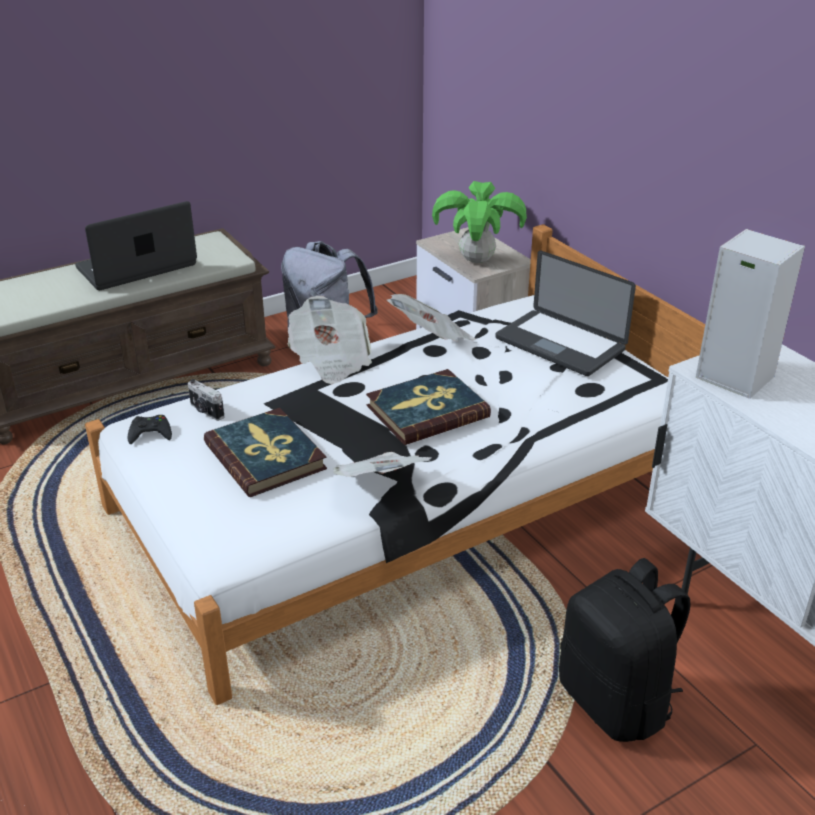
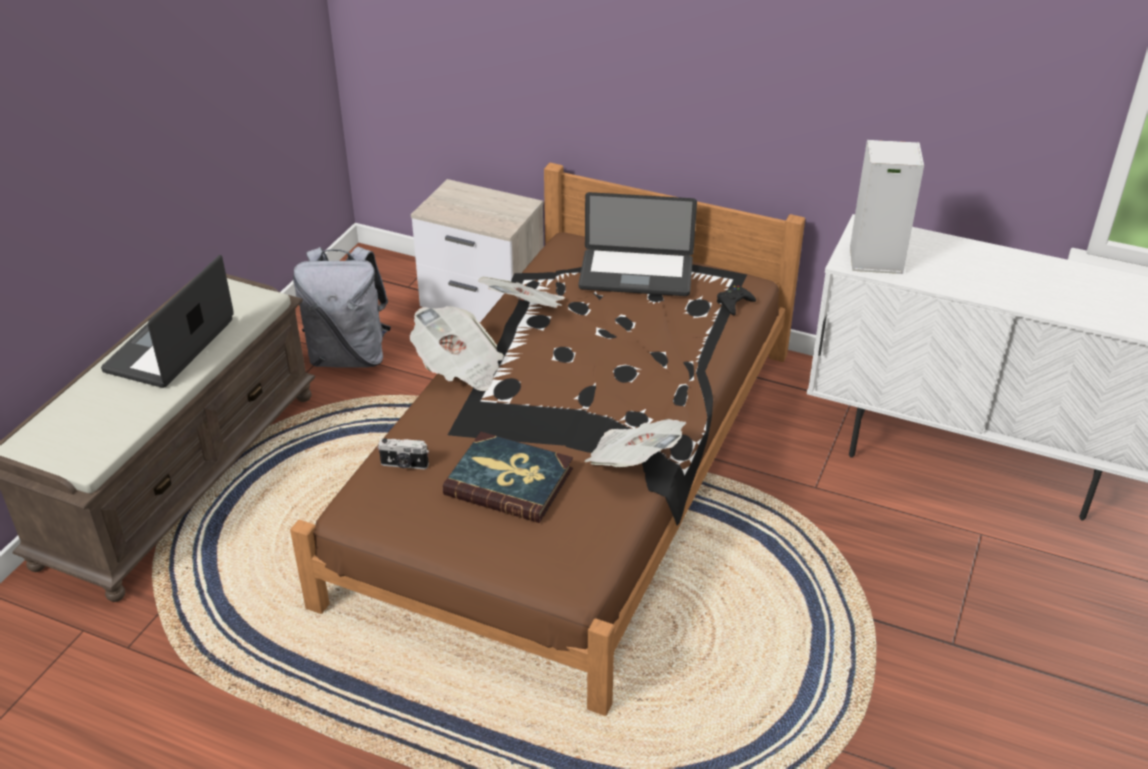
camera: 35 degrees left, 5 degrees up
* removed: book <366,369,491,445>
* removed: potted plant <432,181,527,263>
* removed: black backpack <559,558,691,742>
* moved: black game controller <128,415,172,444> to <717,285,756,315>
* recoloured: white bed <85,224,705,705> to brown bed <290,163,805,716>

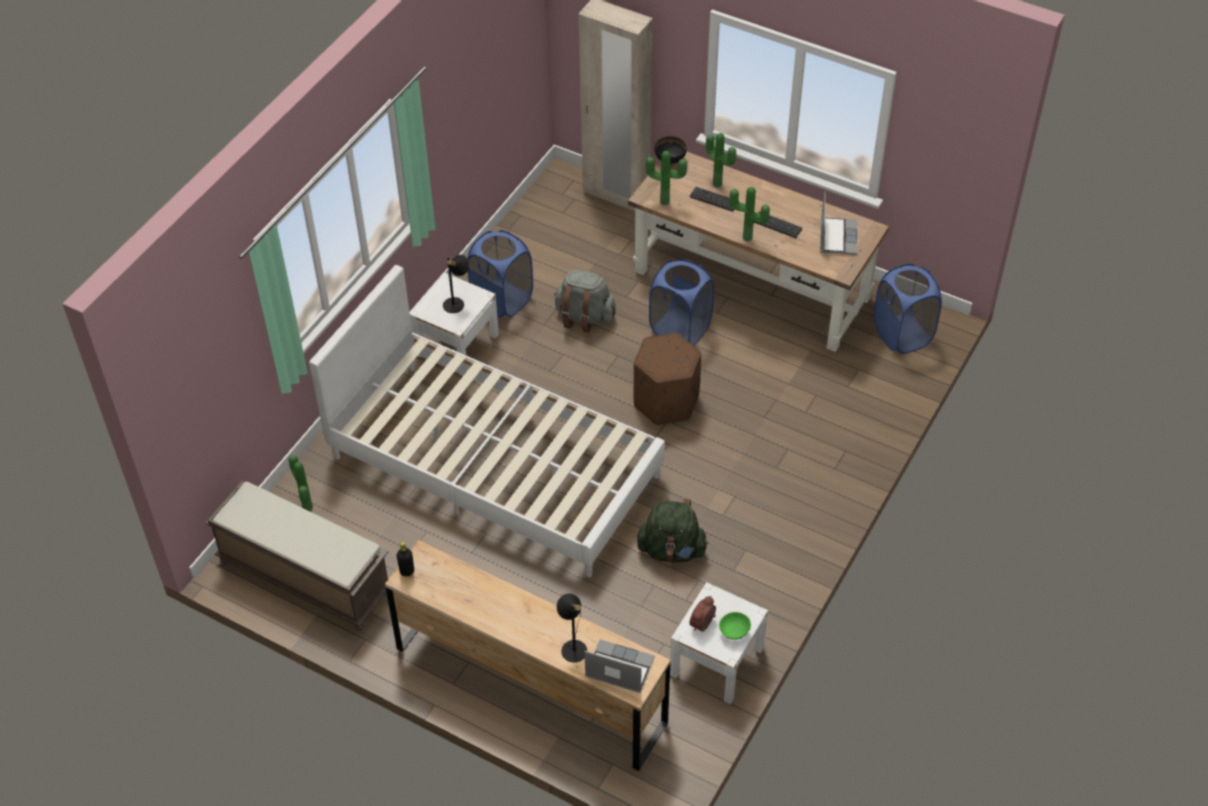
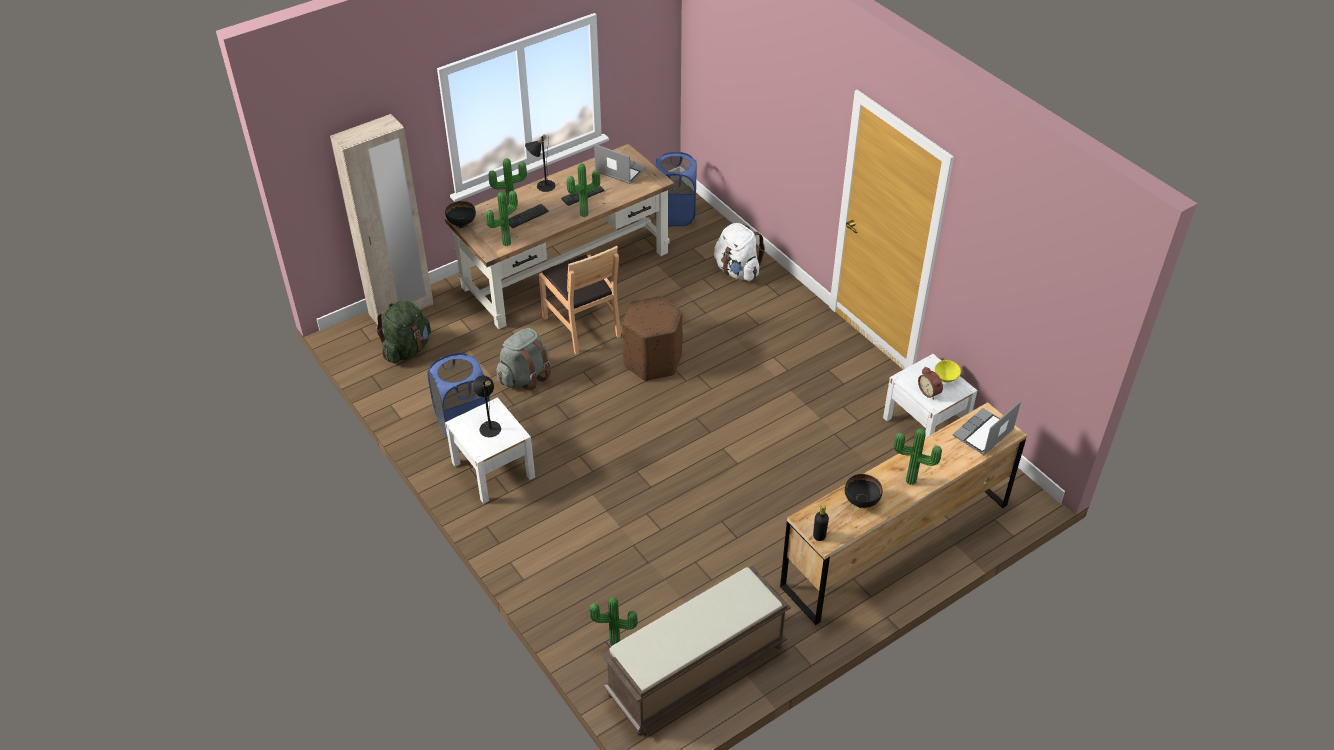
camera: 65 degrees left, 5 degrees down
* removed: white bed <309,265,665,577>
* added: white backpack <714,223,765,281>
* added: black bowl <845,474,882,508>
* added: potted plant <894,428,942,485>
* moved: black table lamp <557,593,587,663> to <525,135,556,192>
* moved: green backpack <637,497,709,563> to <376,300,431,363>
* replaced: blue laundry basket <649,259,714,346> to brown chair <539,246,621,355>
* recoloured: green bowl <719,612,751,640> to yellow bowl <934,360,961,383>

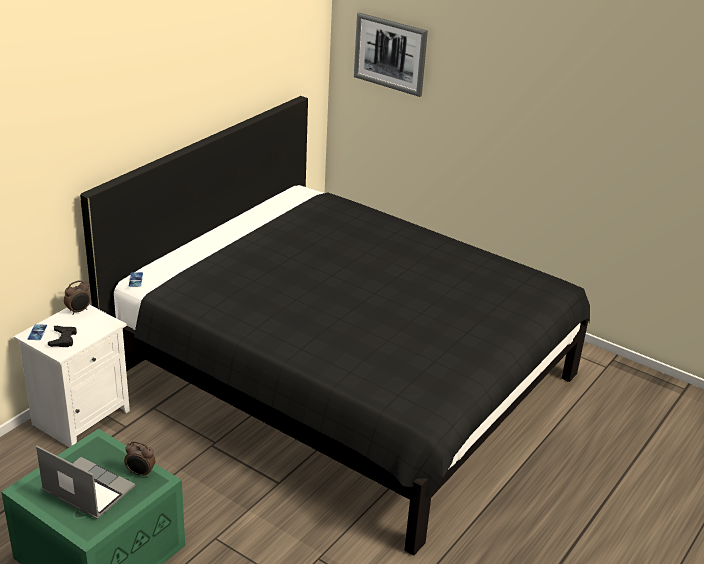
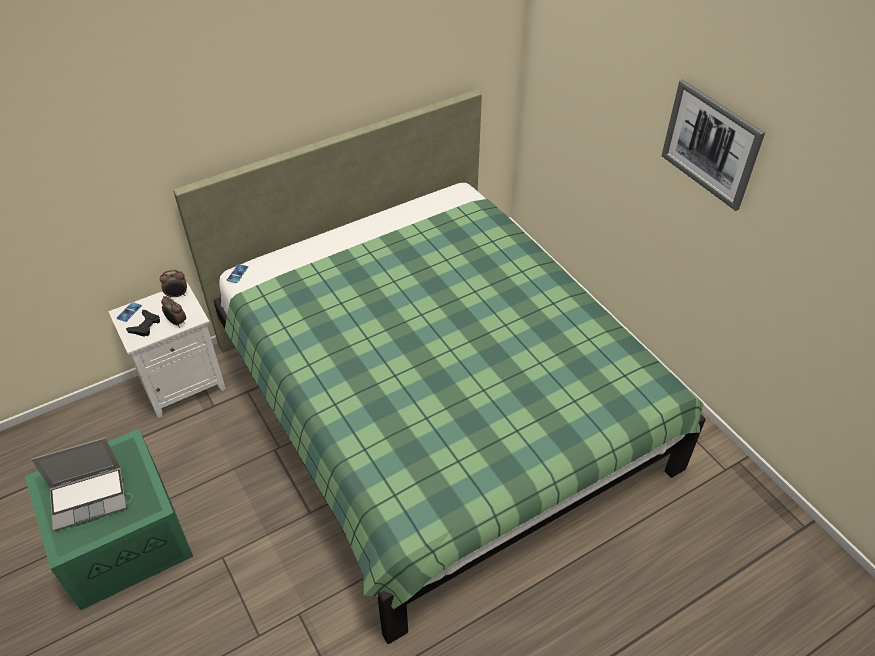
camera: 25 degrees right, 15 degrees up
* moved: alarm clock <124,441,155,478> to <161,296,186,328>
* moved: picture <354,13,428,97> to <662,79,765,211>
* recoloured: black bed <80,96,590,556> to green bed <173,90,706,644>
* turned: laptop <36,446,135,519> = <31,438,127,532> 105 degrees clockwise

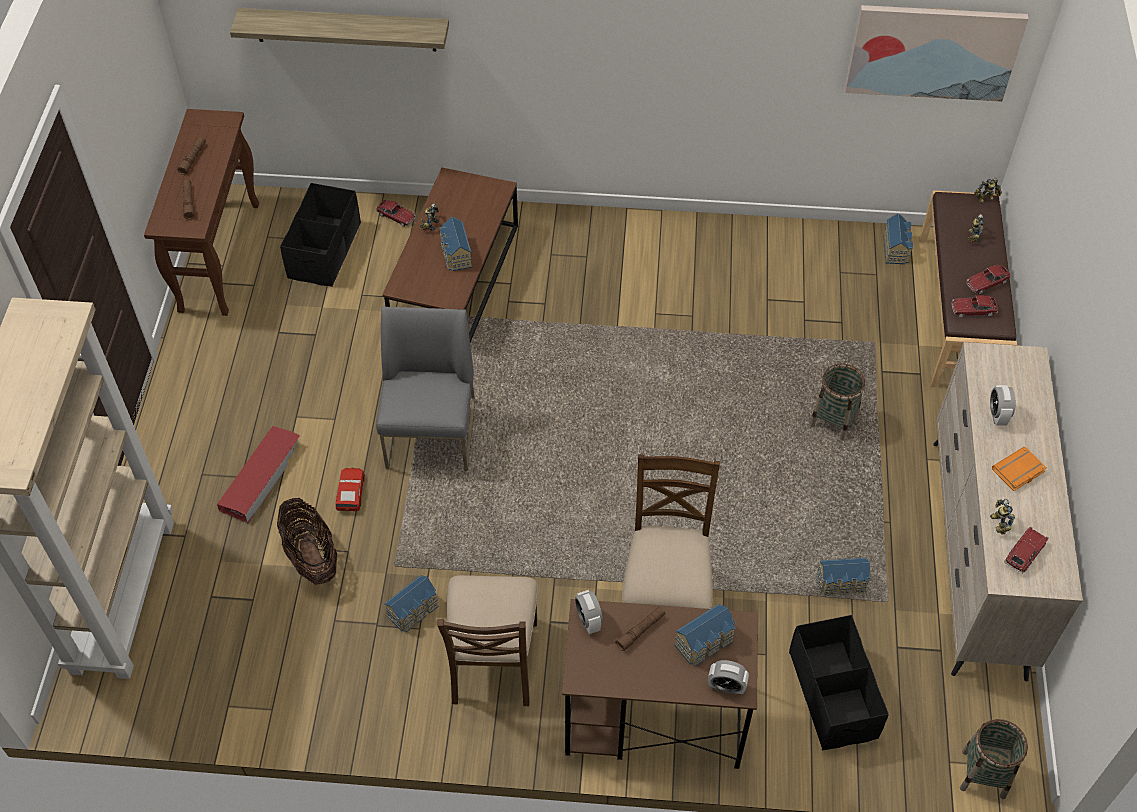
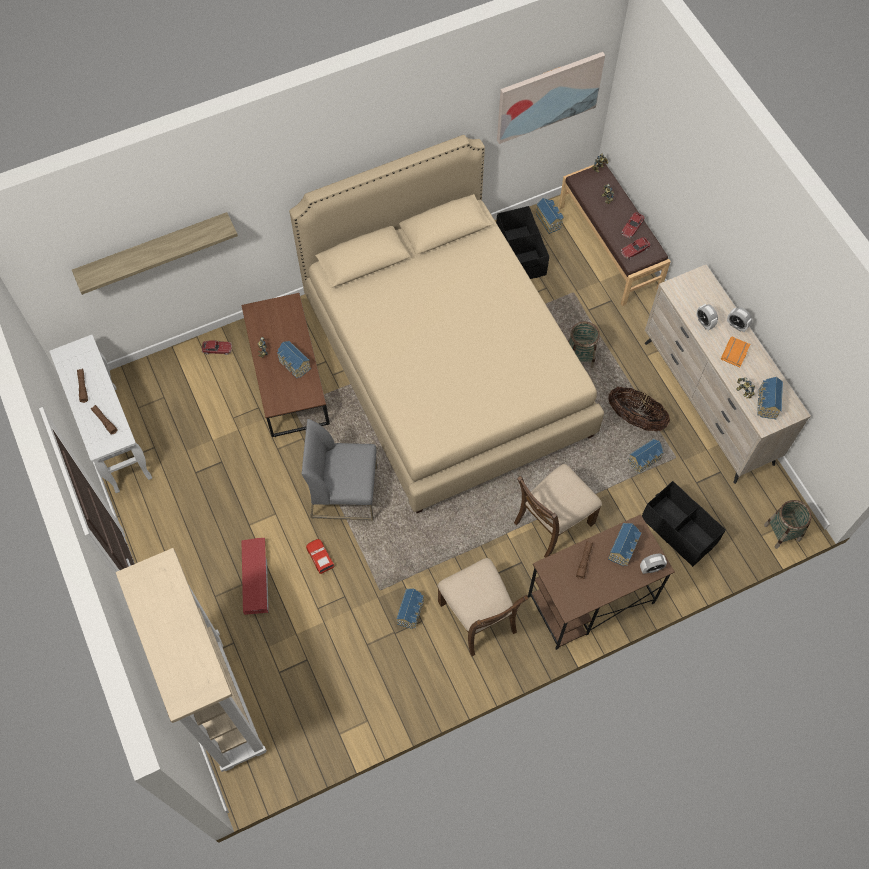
camera: 30 degrees left, 10 degrees up
* added: beige bed <289,135,604,513>
* moved: basket <277,498,337,585> to <608,387,670,431>
* moved: black storage box <280,183,361,287> to <496,206,549,279>
* moved: alarm clock <575,590,603,634> to <727,307,752,332>
* replaced: toy car <1004,527,1049,574> to toy house <757,377,783,419>
* recoloured: brown console table <144,109,259,316> to white console table <49,335,152,493>
* turned: grey chair <376,306,475,471> = <301,419,377,521> 60 degrees counterclockwise
* turned: brown chair <622,455,720,609> = <514,464,602,558> 105 degrees counterclockwise

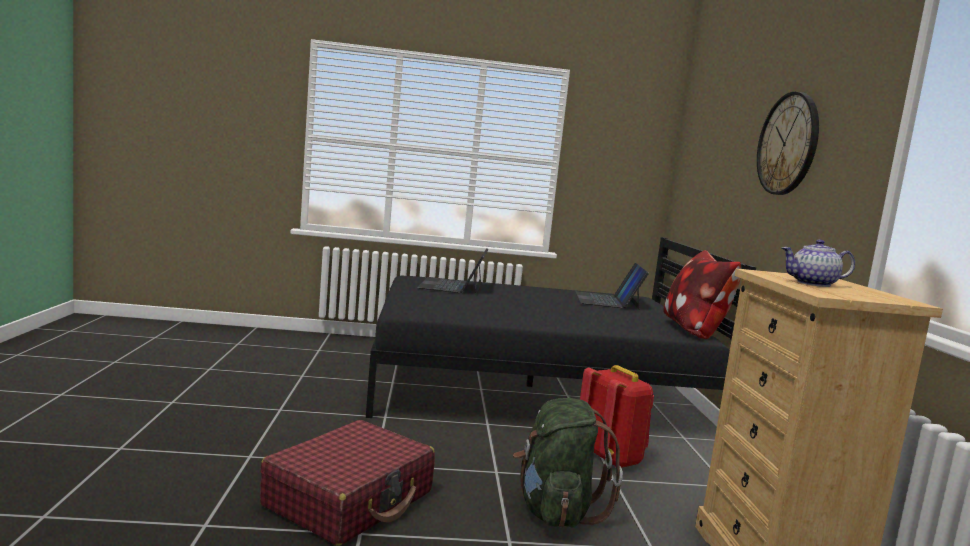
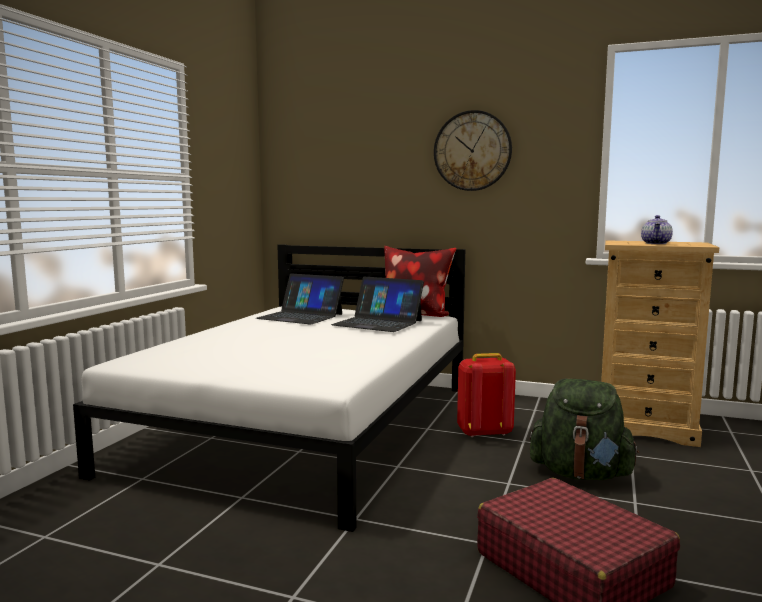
camera: 65 degrees left, 0 degrees up
* moved: laptop <417,248,488,294> to <331,277,424,332>
* recoloured: black bed <366,237,756,418> to white bed <73,244,465,532>

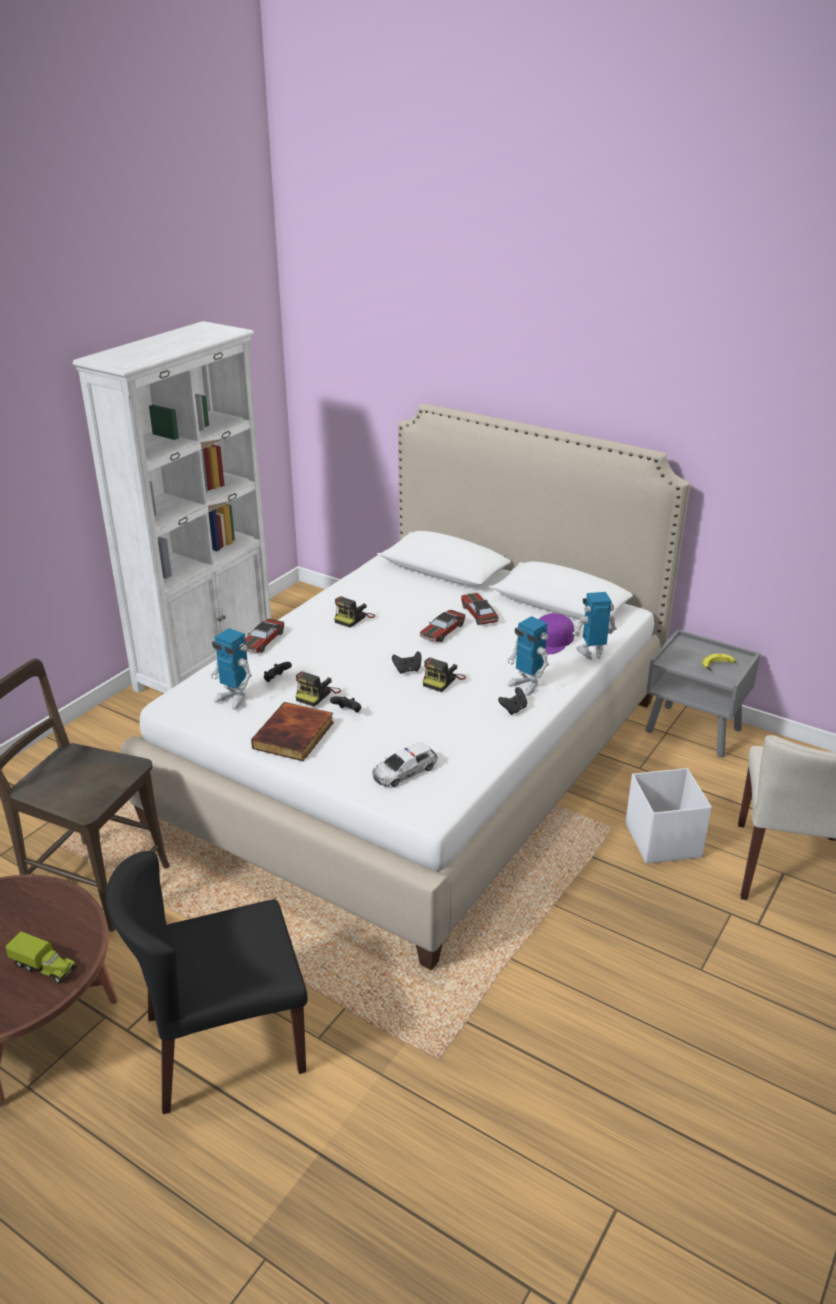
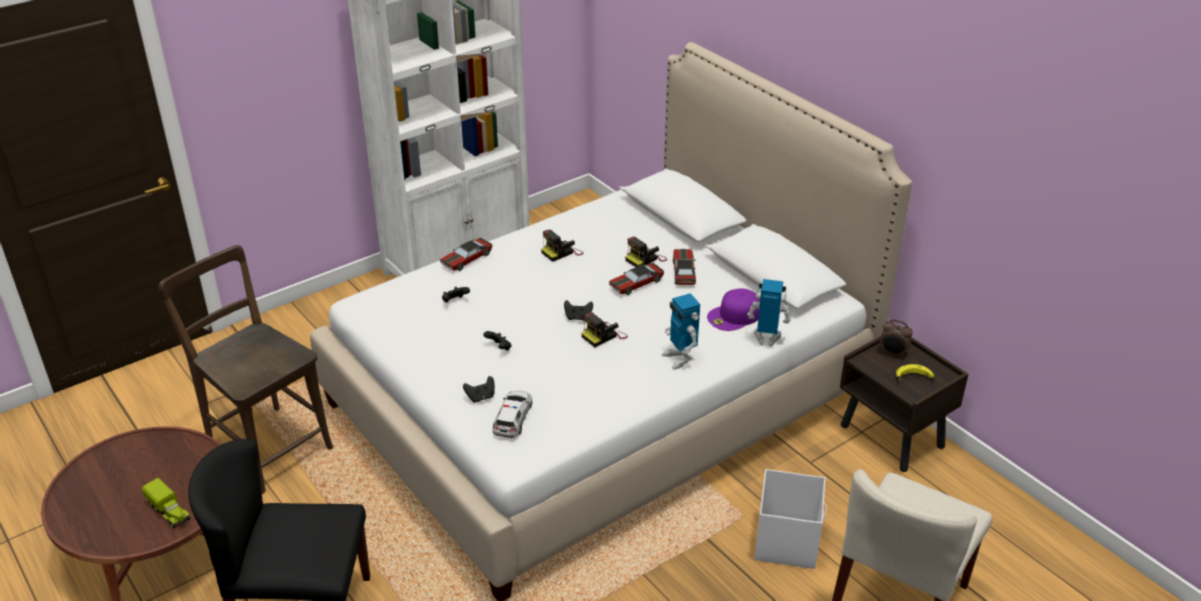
camera: 20 degrees right, 5 degrees up
* removed: toy robot <210,628,252,710>
* removed: book <251,702,334,761>
* added: alarm clock <880,319,913,358>
* moved: photo camera <296,671,341,707> to <625,237,667,267>
* moved: black game controller <498,687,527,715> to <463,376,495,403>
* recoloured: grey nightstand <645,629,761,757> to brown nightstand <840,336,969,472>
* turned: toy car <372,742,438,787> = <493,390,532,438> 120 degrees clockwise

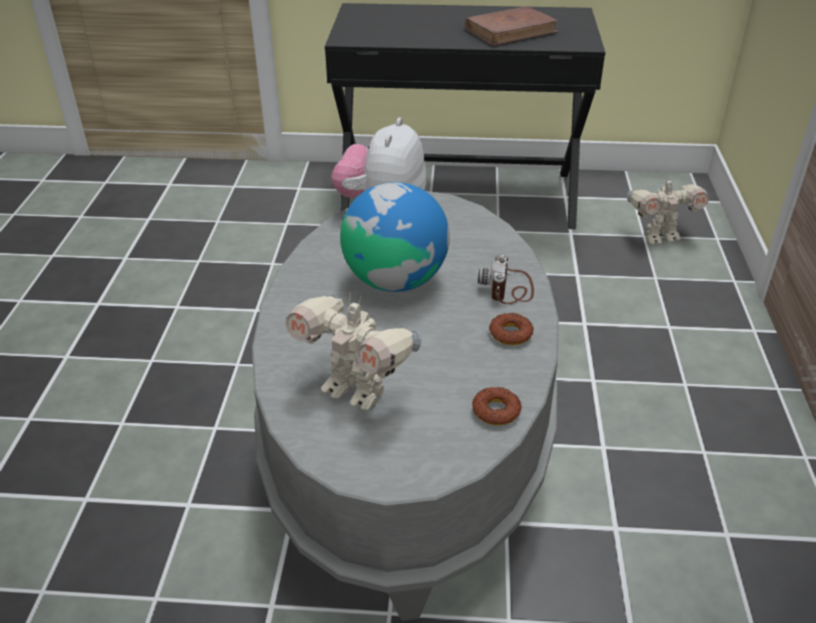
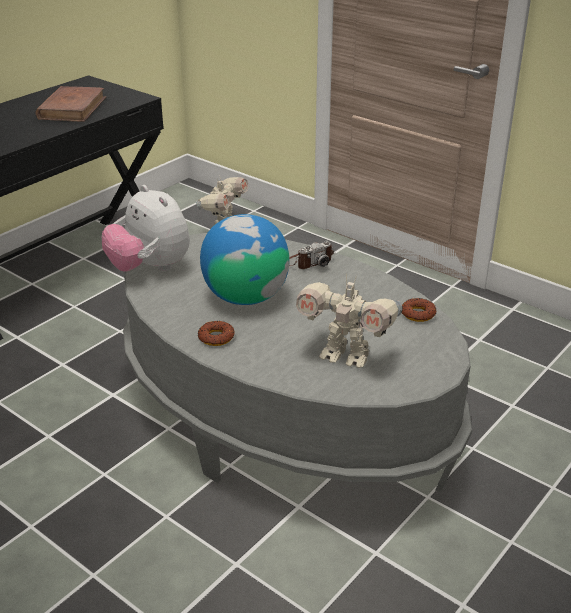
camera: 55 degrees left, 5 degrees down
* moved: donut <489,313,534,345> to <198,321,234,346>
* turned: toy robot <286,292,422,411> = <296,273,402,368> 45 degrees clockwise
* turned: photo camera <478,254,534,304> = <289,241,334,269> 75 degrees counterclockwise

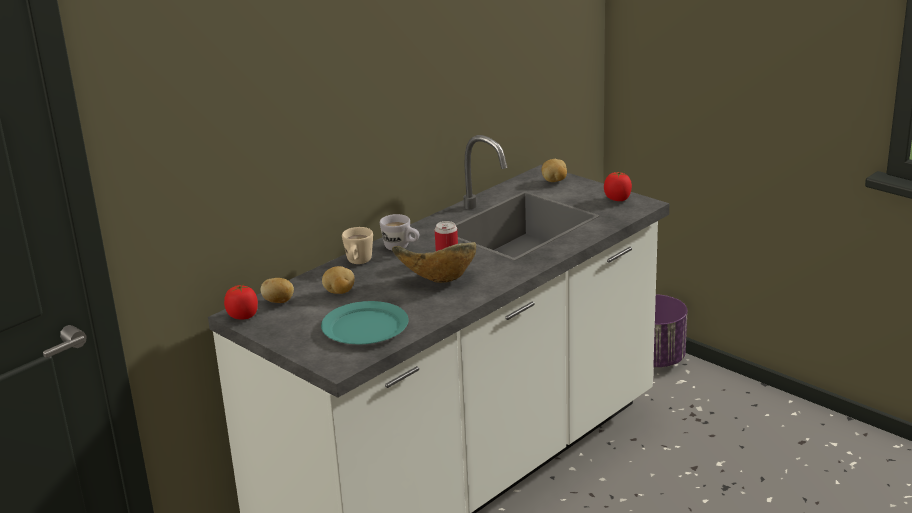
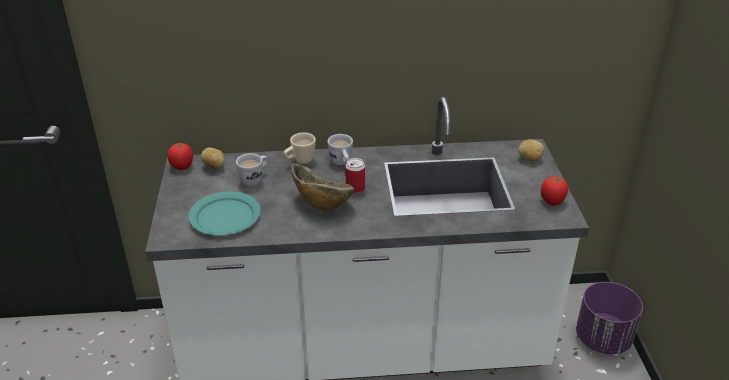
camera: 40 degrees right, 10 degrees up
* replaced: potato <322,266,355,294> to white mug <236,153,268,186>

